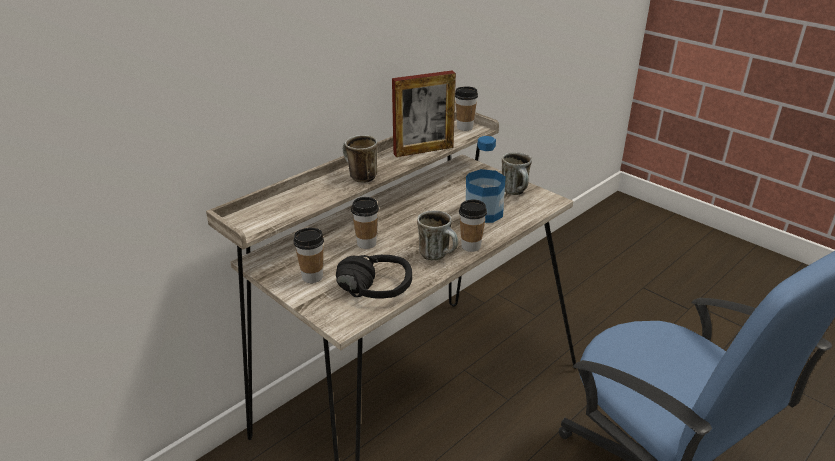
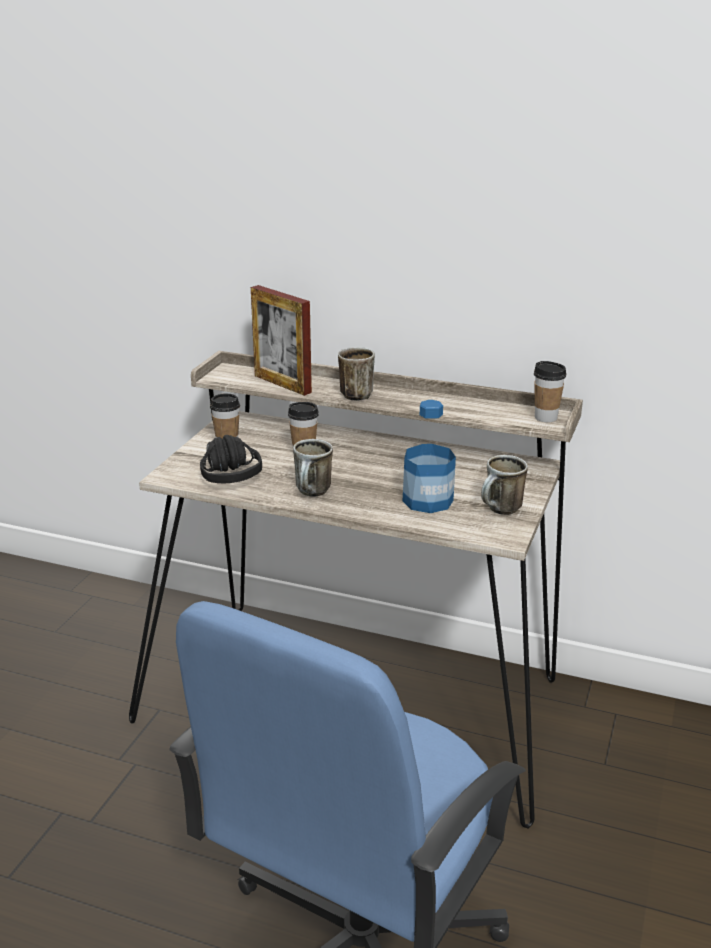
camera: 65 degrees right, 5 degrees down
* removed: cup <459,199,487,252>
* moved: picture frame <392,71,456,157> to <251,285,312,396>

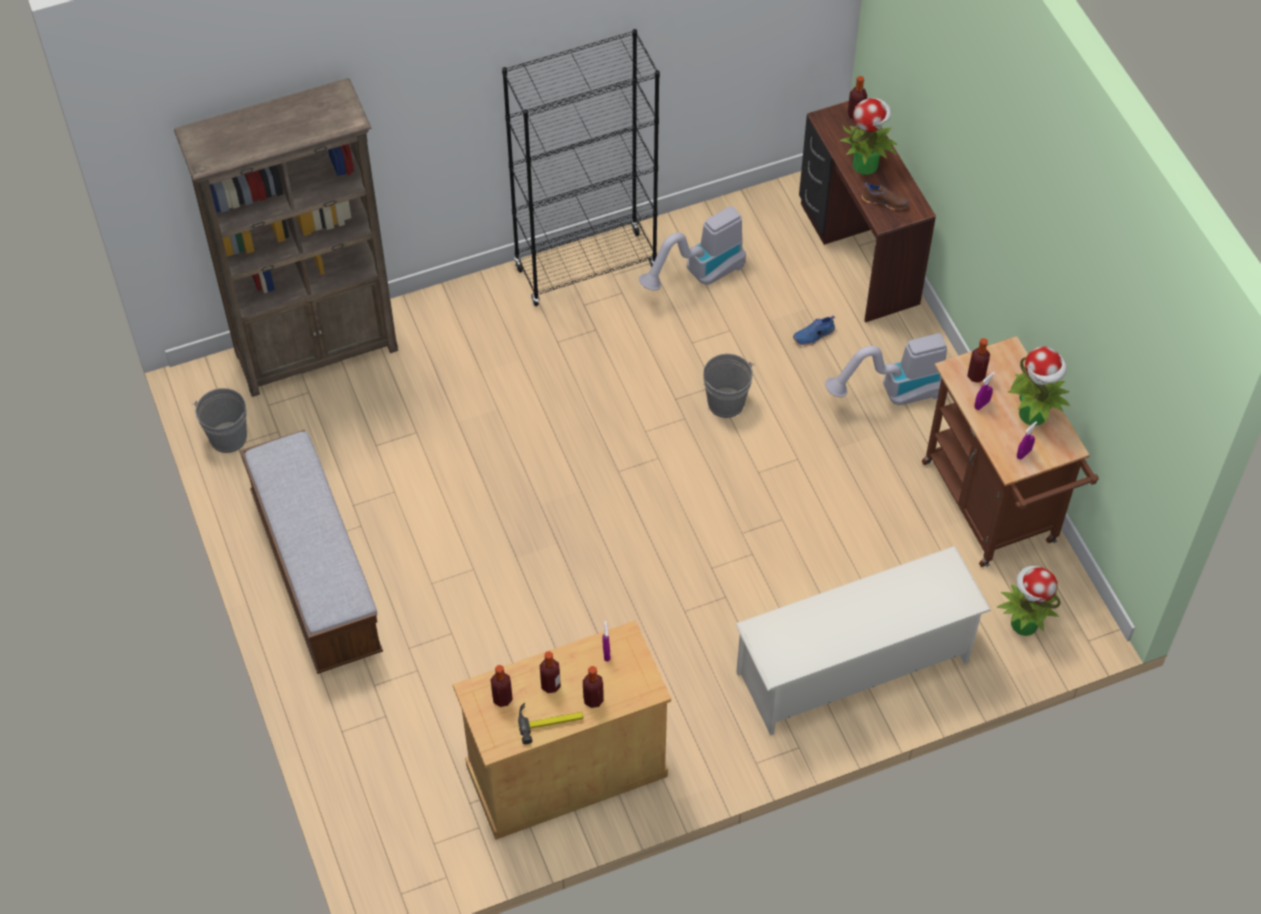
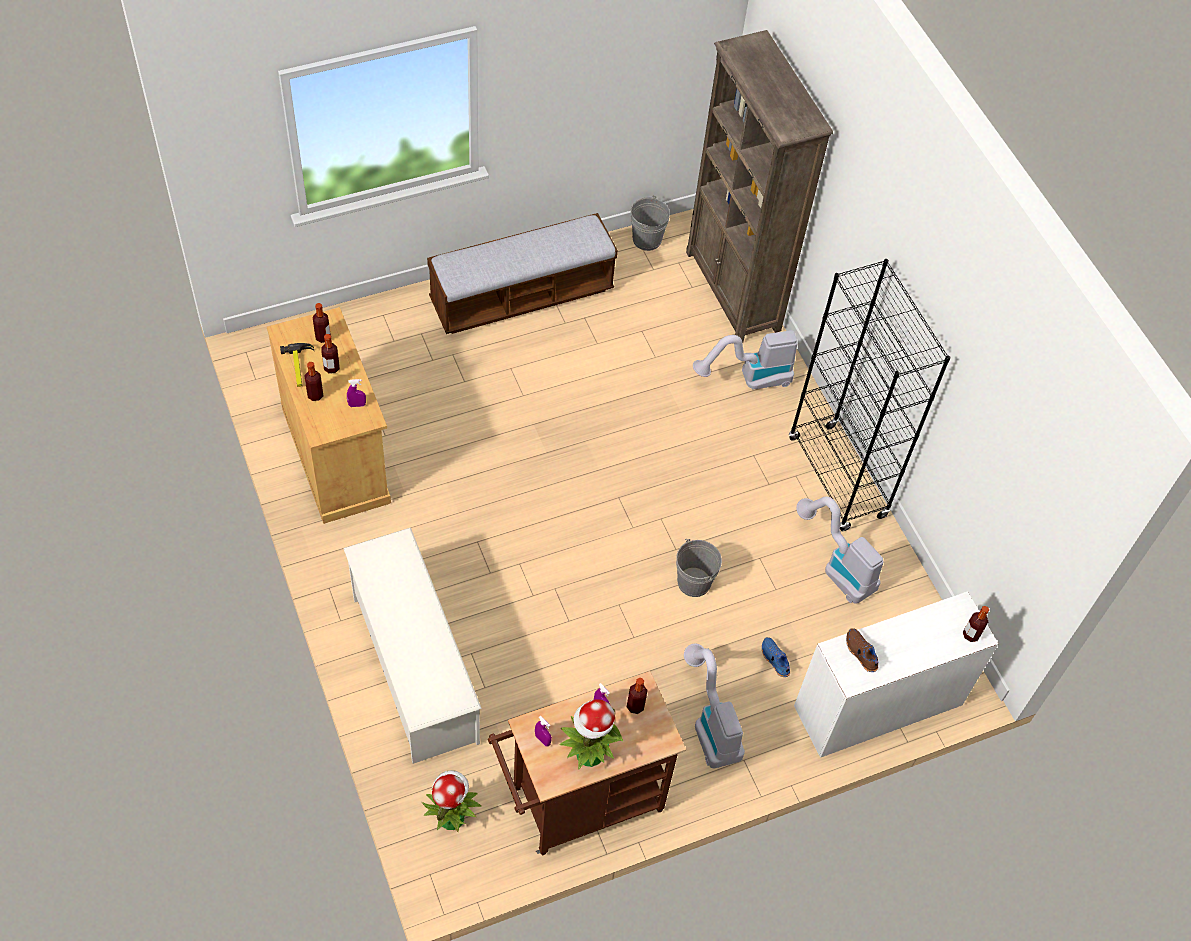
camera: 85 degrees right, 0 degrees up
* removed: potted plant <840,98,898,175>
* added: vacuum cleaner <693,330,798,390>
* recoloured: brown desk <799,101,936,323> to white desk <794,591,999,758>
* turned: brown shoe <861,183,909,210> = <846,628,879,672> 135 degrees clockwise

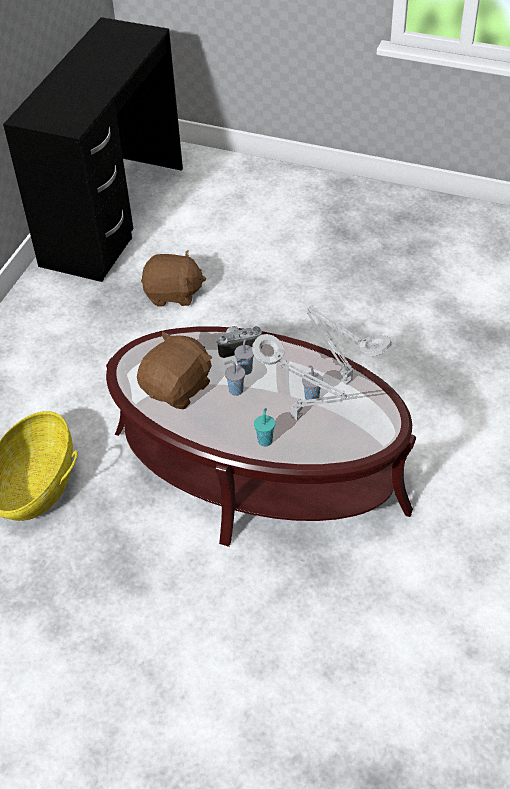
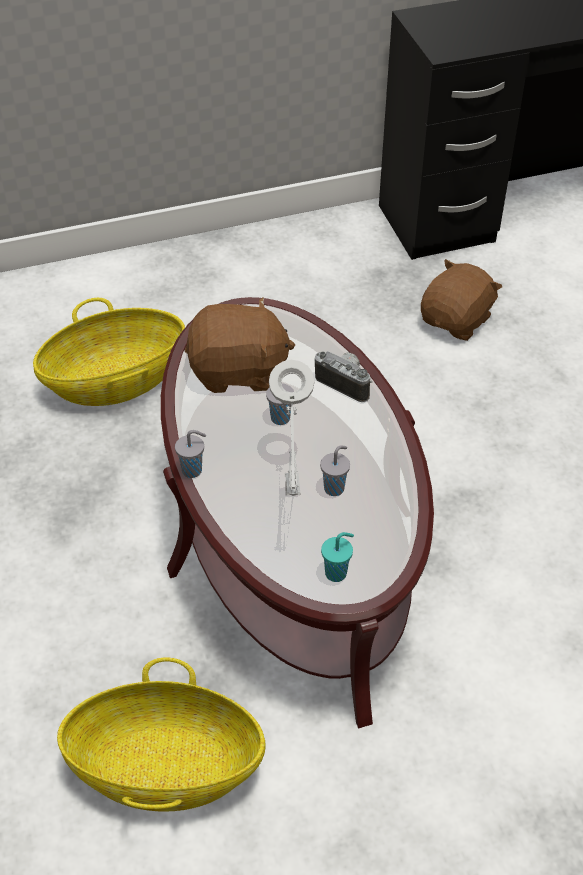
camera: 50 degrees right, 0 degrees up
* removed: grey table lamp <307,305,392,384>
* added: basket <57,658,266,812>
* moved: grey cup <234,338,254,375> to <175,430,206,478>
* moved: turquoise cup <254,408,275,446> to <321,532,354,582>
* turned: brown plush toy <141,251,206,307> = <421,259,502,341> 105 degrees counterclockwise

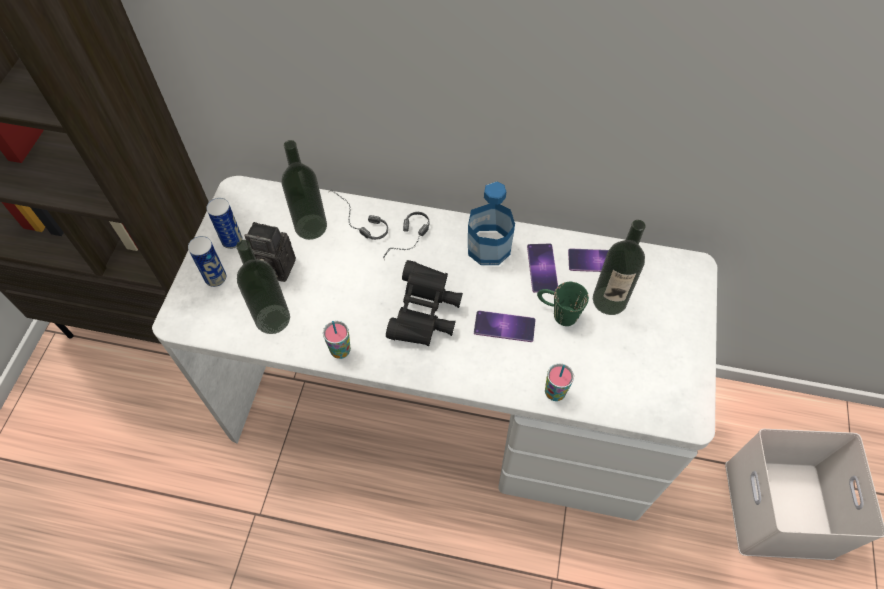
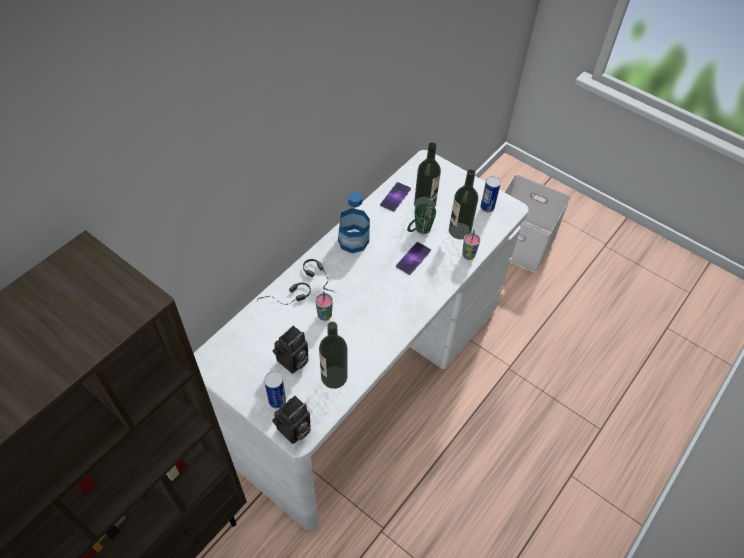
camera: 65 degrees left, 5 degrees down
* removed: black binoculars <386,260,463,346>
* removed: phone <527,243,558,293>
* added: photo camera <272,396,311,444>
* moved: can <206,198,243,249> to <480,176,501,212>
* moved: bottle <282,140,327,240> to <449,169,478,239>
* moved: cup <323,321,351,359> to <315,291,333,321>

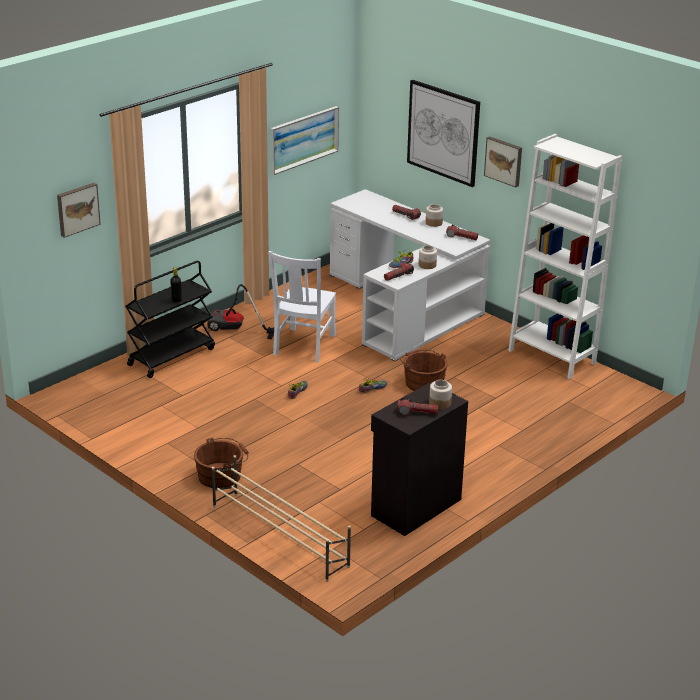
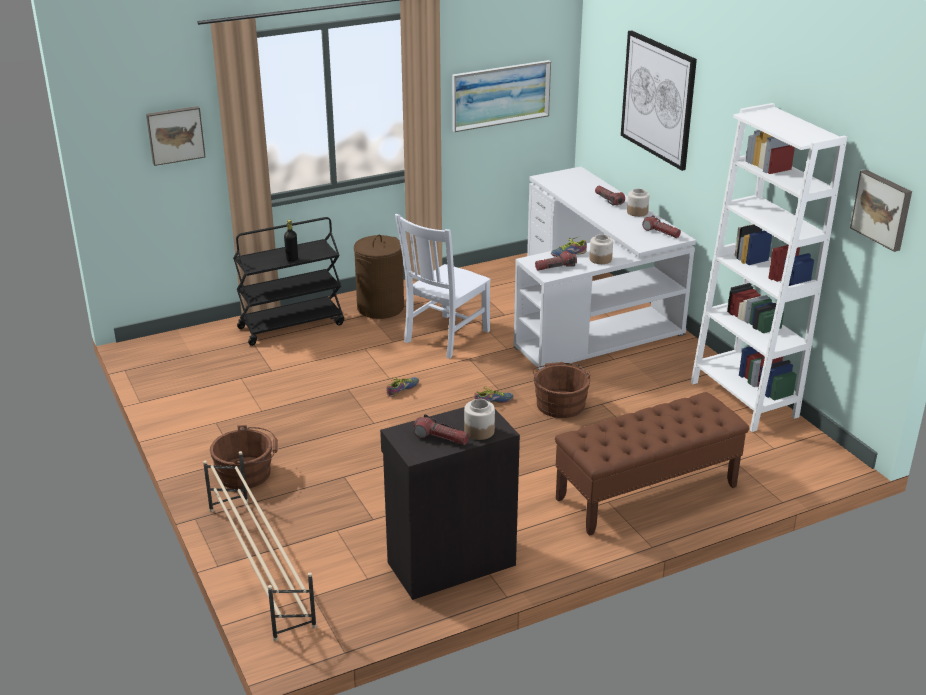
camera: 20 degrees right, 0 degrees up
* added: brown bench <555,392,749,536>
* moved: picture <484,137,522,188> to <850,170,912,252>
* replaced: vacuum cleaner <207,284,274,339> to brown laundry basket <354,235,404,319>

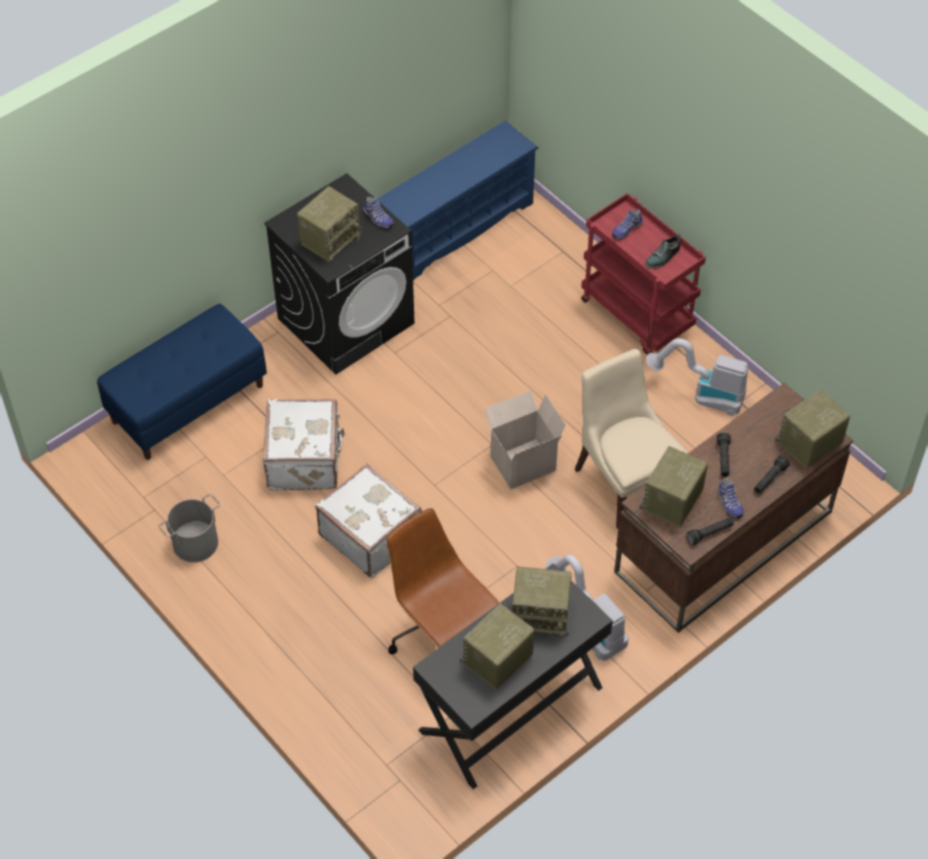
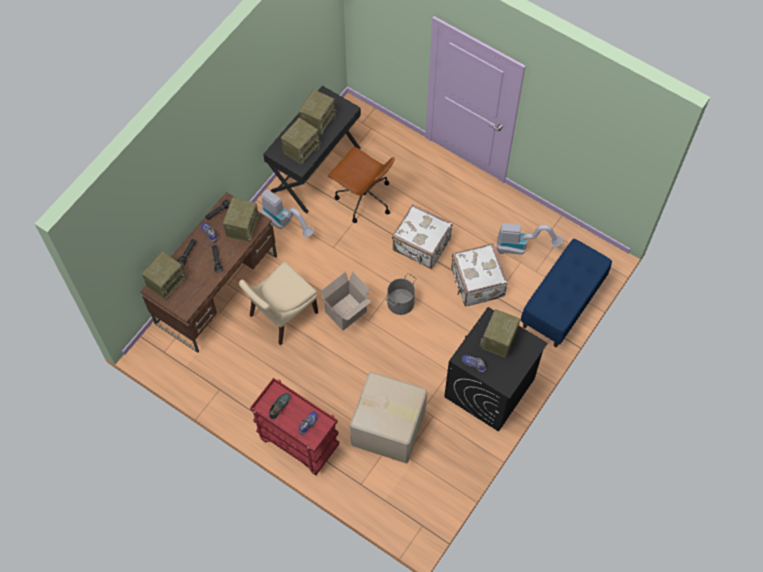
camera: 165 degrees right, 10 degrees up
* removed: blue shoe rack <378,121,538,280>
* added: cardboard box <350,372,427,463>
* moved: grey bucket <158,494,221,562> to <386,273,417,315>
* moved: vacuum cleaner <646,338,748,416> to <497,223,563,254>
* turned: radio <512,566,572,639> = <281,118,321,165> 135 degrees clockwise
* turned: beige chair <575,349,688,529> = <239,262,318,345> 90 degrees clockwise

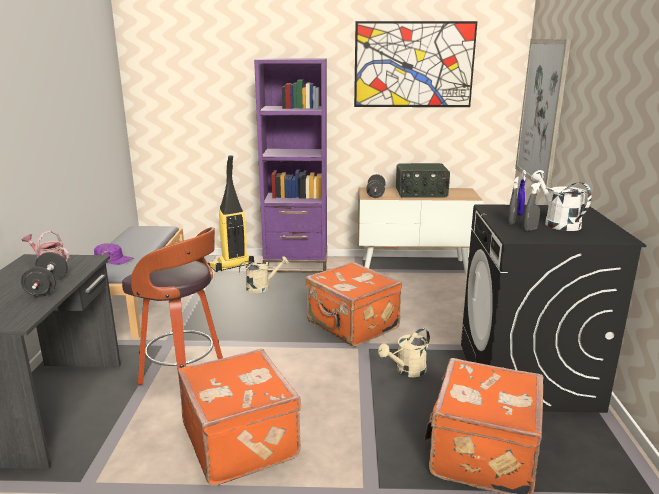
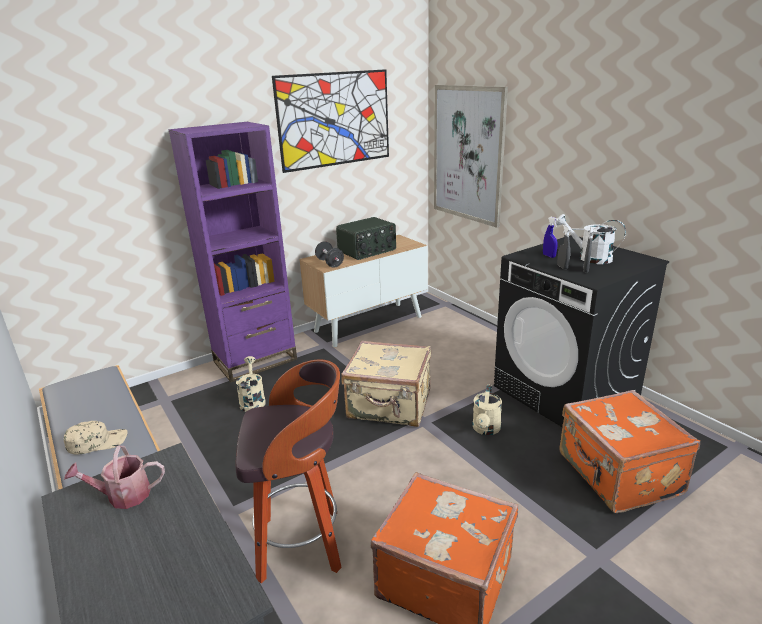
camera: 35 degrees left, 5 degrees up
* removed: black dumbbell <21,252,67,297>
* removed: vacuum cleaner <208,155,254,272>
* recoloured: purple cap <94,243,133,265> to beige cap <64,421,128,454>
* recoloured: orange suitcase <305,262,402,347> to beige suitcase <341,341,431,427>
* turned: beige watering can <239,256,289,293> = <236,356,266,412> 45 degrees counterclockwise

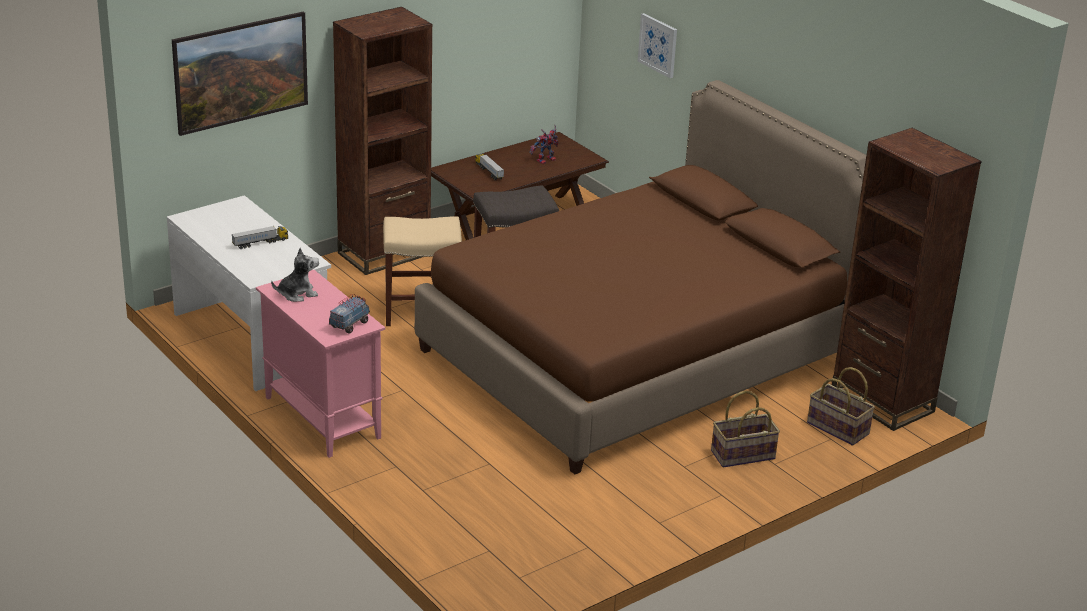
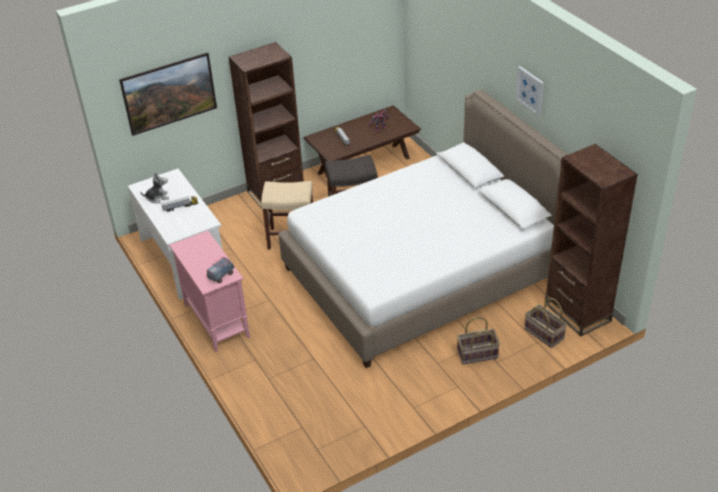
camera: 10 degrees right, 10 degrees up
* moved: plush toy <271,248,319,302> to <140,172,169,203>
* moved: picture <638,13,677,78> to <516,66,544,116>
* recoloured: brown bed <415,80,866,475> to white bed <278,89,568,368>

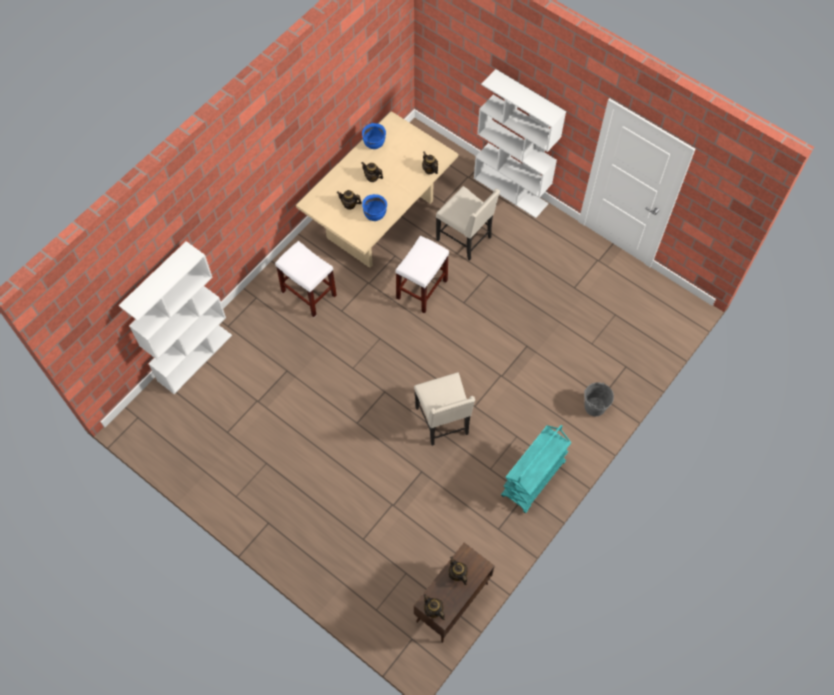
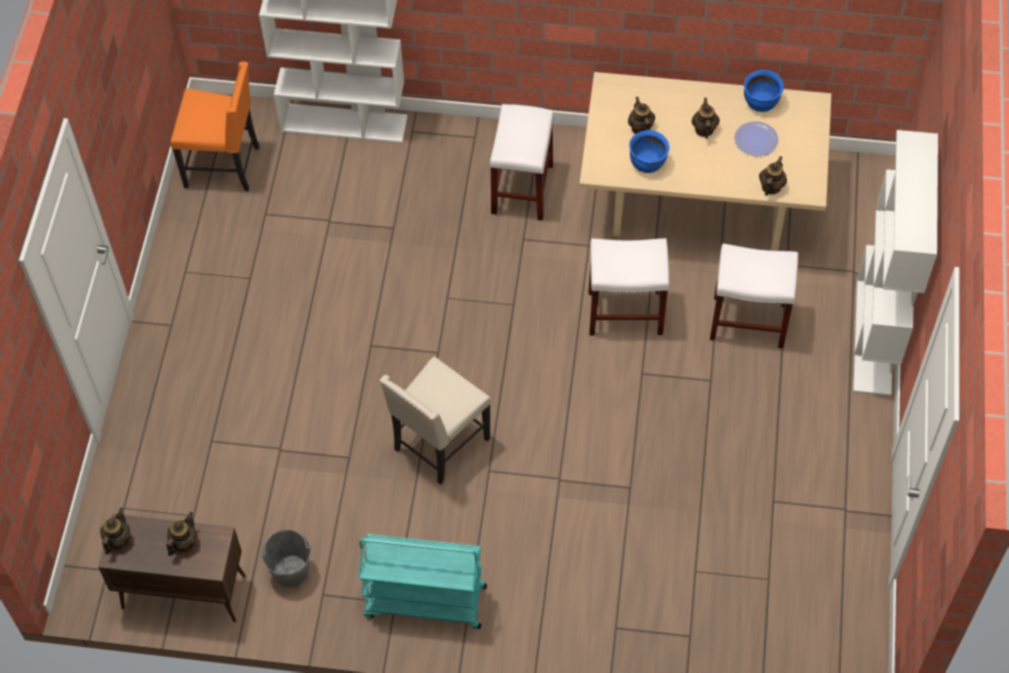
camera: 60 degrees right, 5 degrees down
* added: orange chair <170,62,259,191>
* added: plate <734,121,778,156>
* moved: grey bucket <584,382,614,416> to <260,529,311,588>
* replaced: beige chair <436,186,500,261> to white stool <710,244,798,349>

